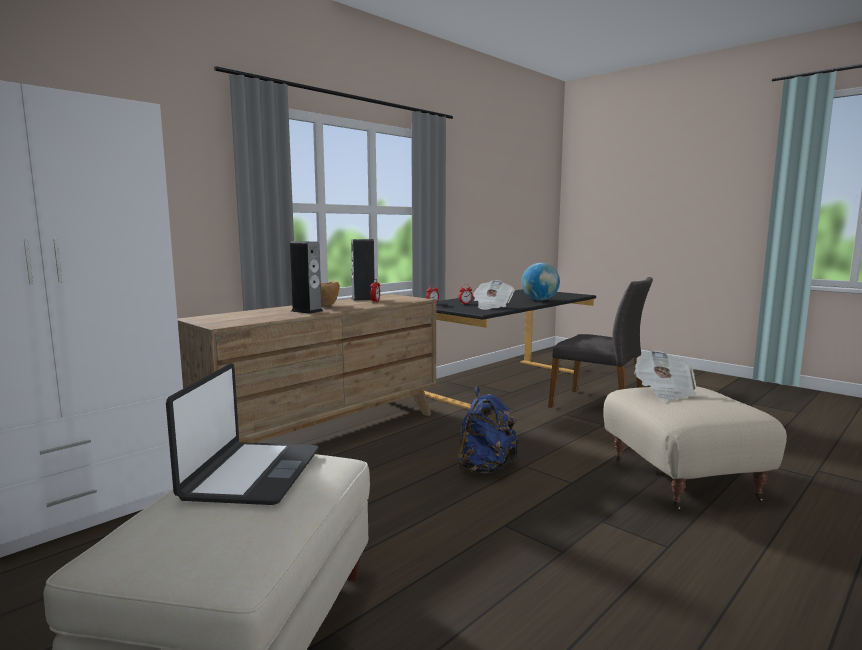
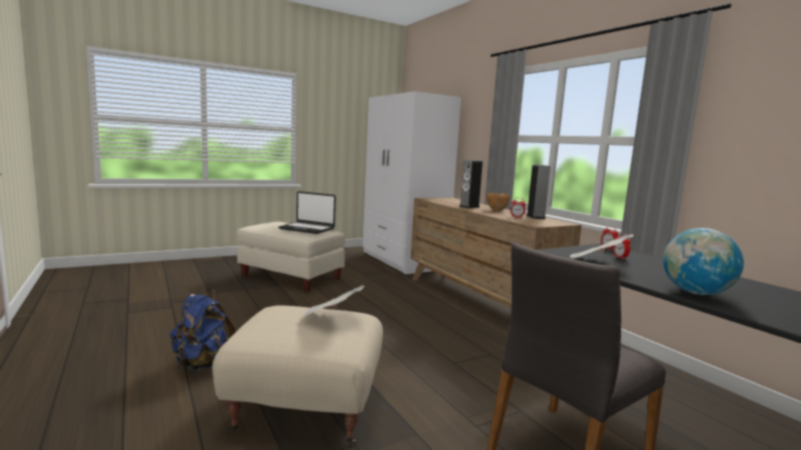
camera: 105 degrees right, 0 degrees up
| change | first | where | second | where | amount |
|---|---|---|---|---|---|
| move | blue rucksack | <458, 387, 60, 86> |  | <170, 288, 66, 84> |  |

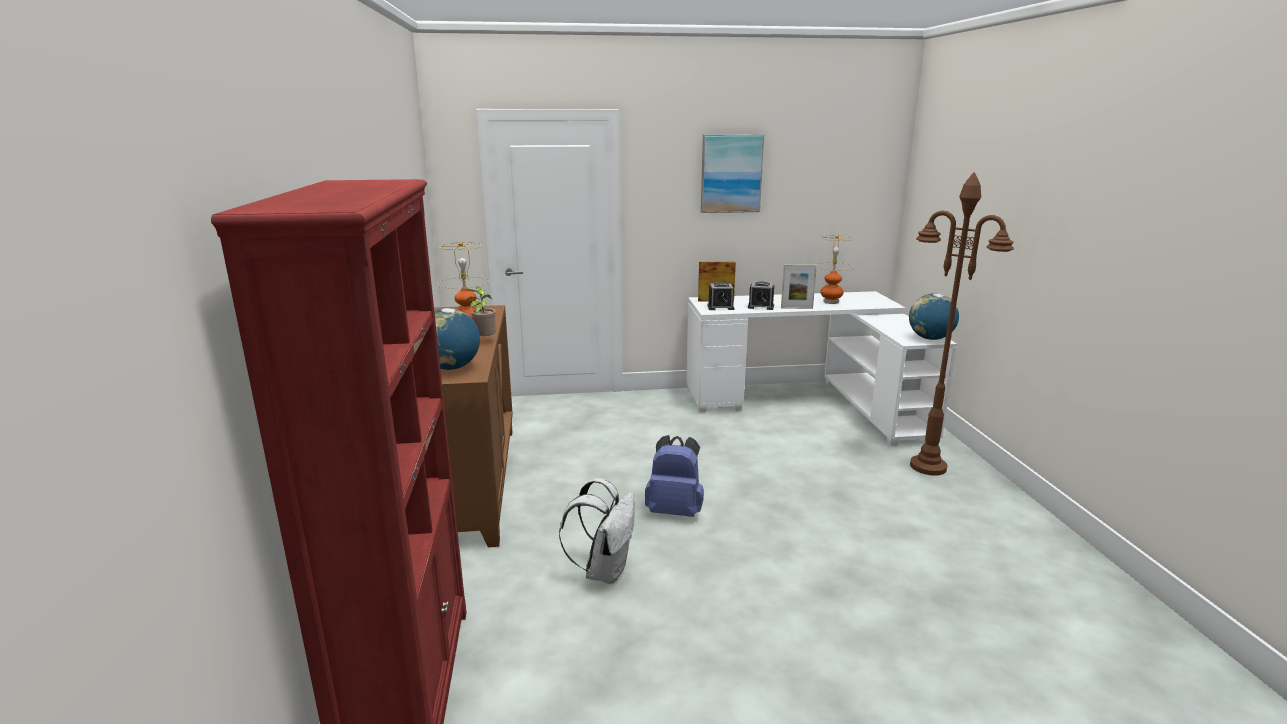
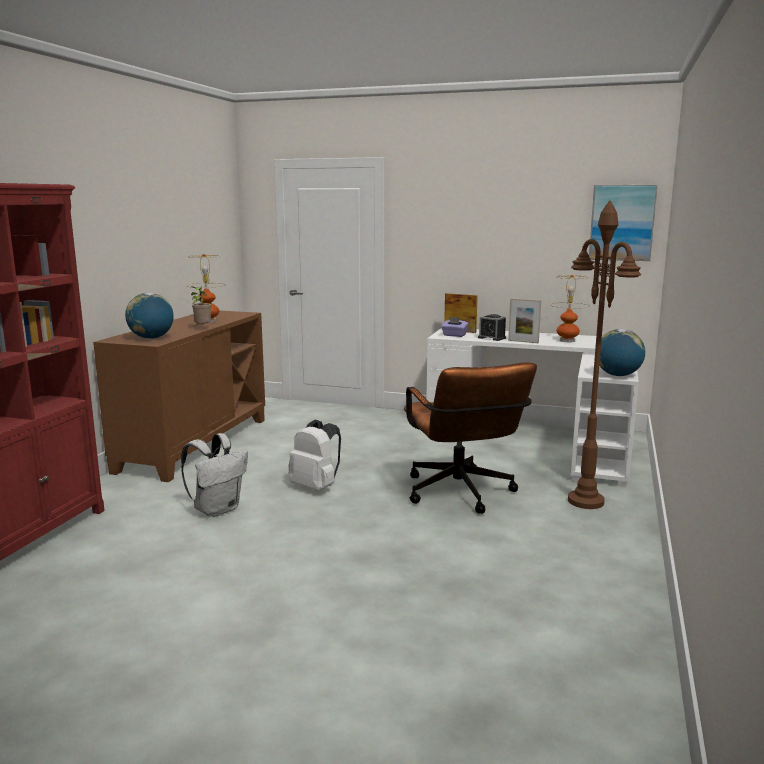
camera: 25 degrees right, 5 degrees down
| change | first | where | second | where | amount |
|---|---|---|---|---|---|
| recolor | blue rucksack | <645, 435, 59, 82> | white rucksack | <288, 420, 53, 71> |  |
| move | picture | <701, 134, 63, 79> |  | <589, 184, 69, 77> |  |
| replace | table clock | <707, 282, 27, 28> | purplish box of tissues | <441, 317, 28, 20> |  |
| insert |  |  | brown desk chair | <404, 363, 133, 151> |  |

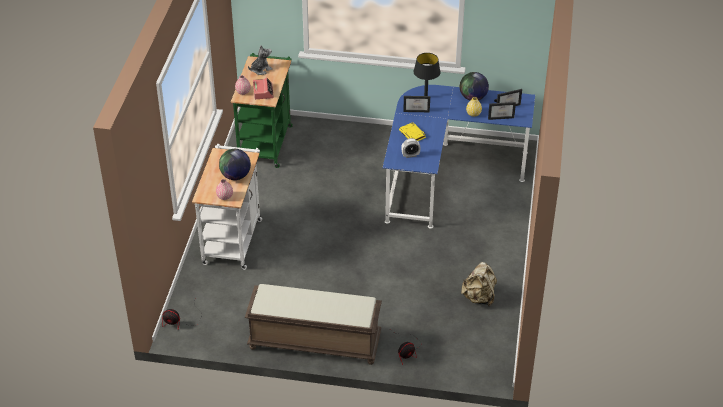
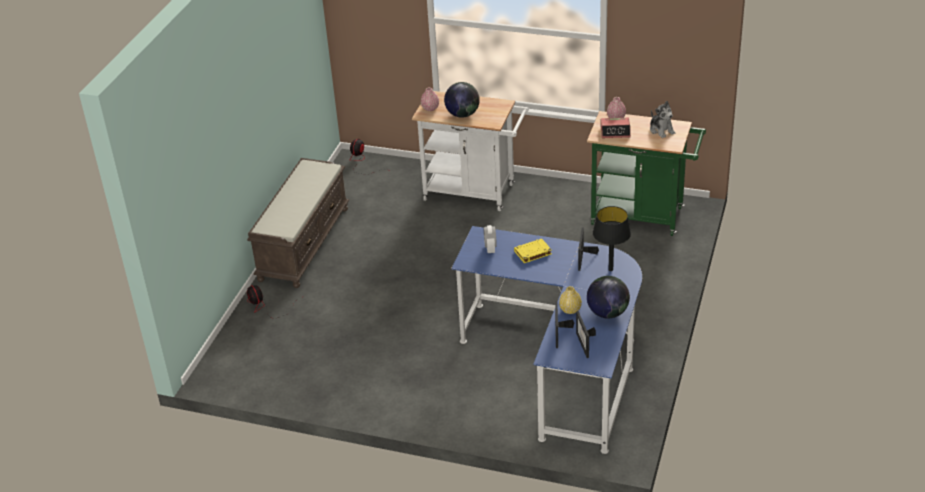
camera: 100 degrees right, 5 degrees down
| change | first | where | second | where | amount |
|---|---|---|---|---|---|
| delete | beige-coloured rucksack | <461, 262, 36, 44> |  |  |  |

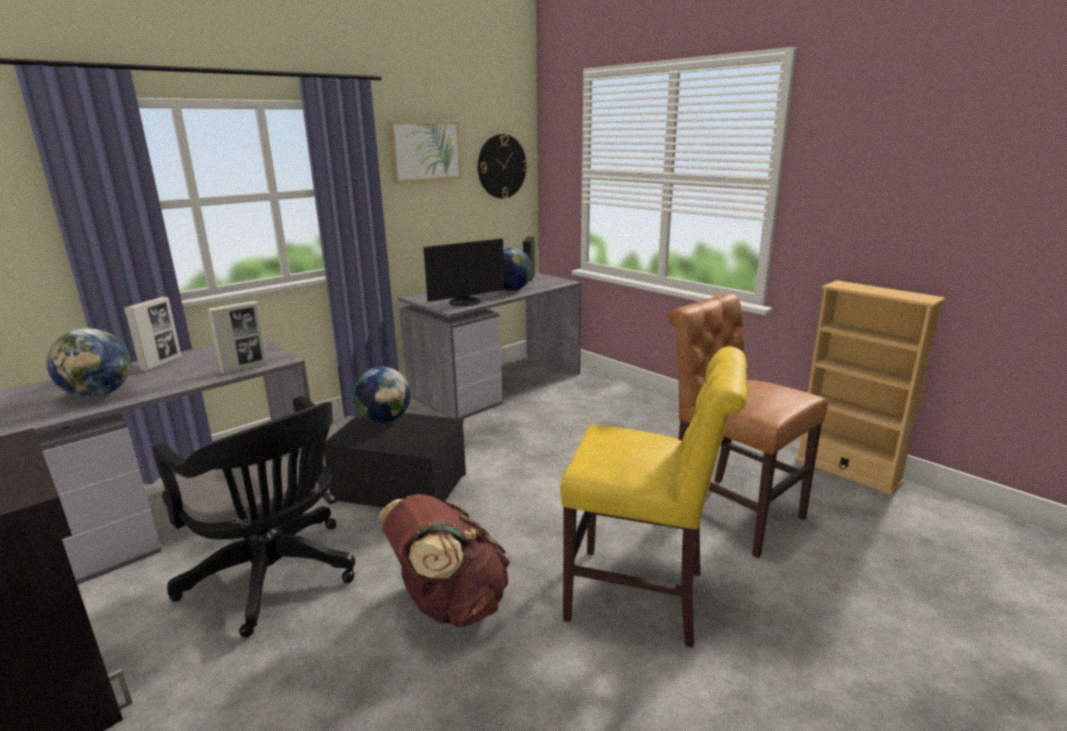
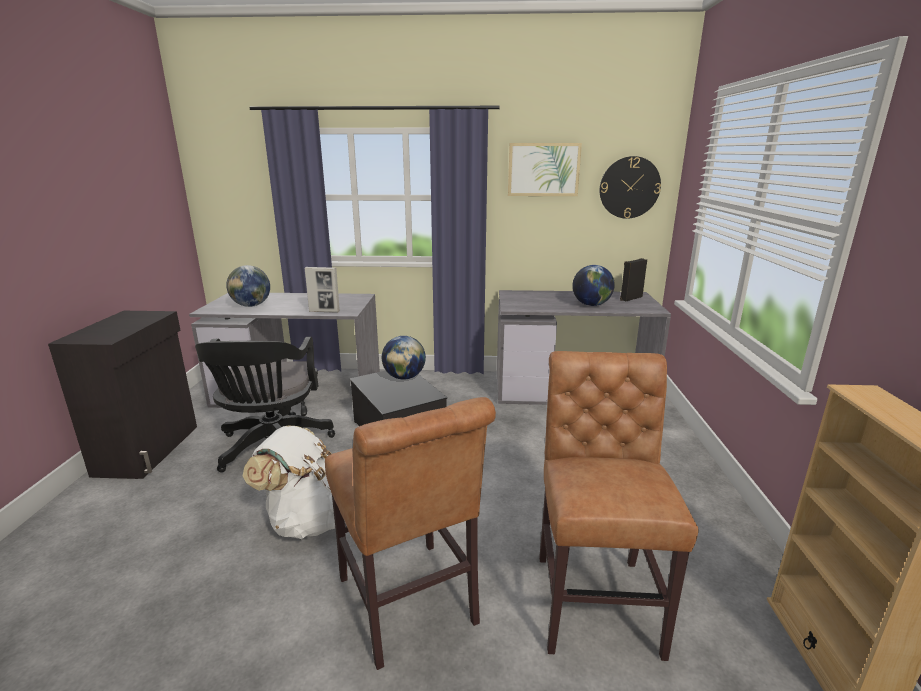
camera: 45 degrees right, 0 degrees up
| change | first | where | second | where | amount |
|---|---|---|---|---|---|
| delete | photo frame | <124, 297, 58, 74> |  |  |  |
| recolor | brown rucksack | <379, 494, 131, 133> | white rucksack | <243, 425, 92, 114> |  |
| delete | computer screen | <423, 238, 82, 68> |  |  |  |
| recolor | yellow-coloured chair | <560, 346, 187, 302> | brown chair | <325, 397, 171, 273> |  |

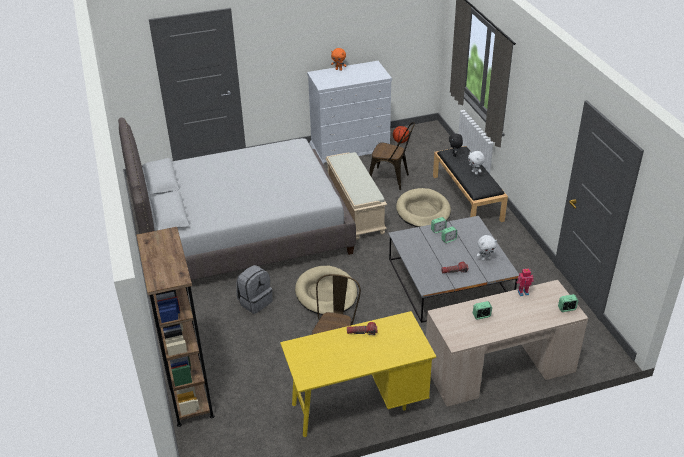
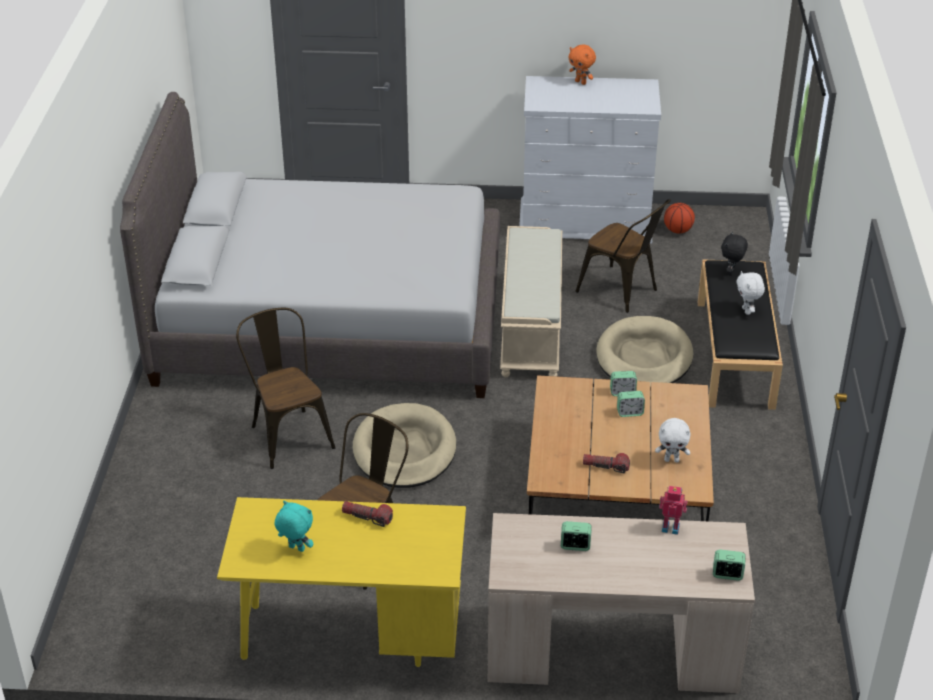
camera: 20 degrees right, 0 degrees up
| change | first | where | second | where | amount |
|---|---|---|---|---|---|
| delete | brown bookshelf | <136, 227, 79, 200> |  |  |  |
| replace | gray rucksack | <236, 265, 36, 49> | brown chair | <236, 308, 99, 161> |  |
| recolor | gray coffee table | <388, 216, 131, 107> | brown coffee table | <527, 375, 187, 146> |  |
| insert |  |  | blue-green cuddly toy | <275, 501, 39, 51> |  |

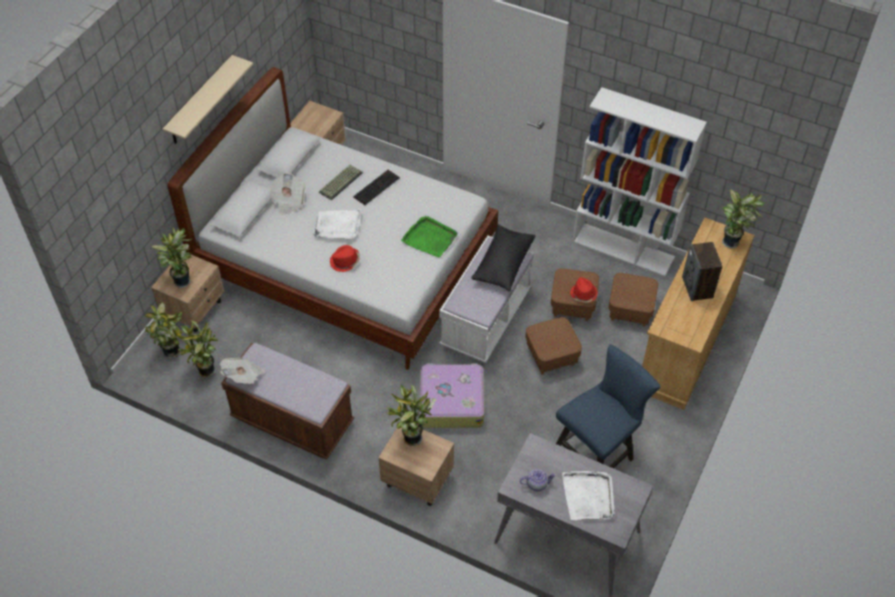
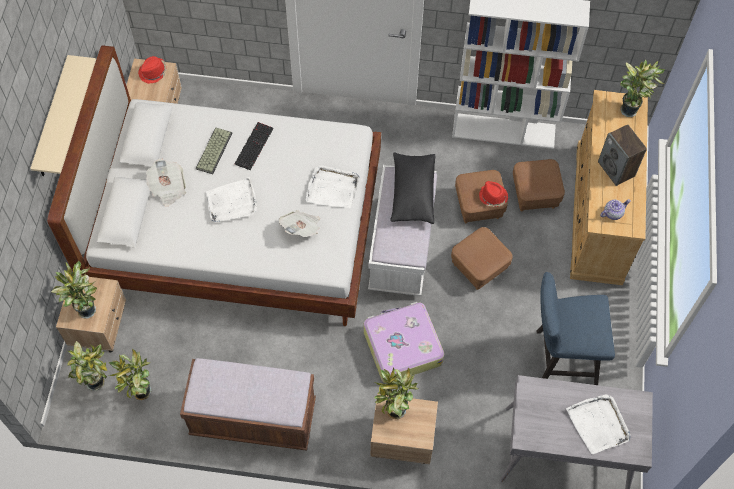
camera: 20 degrees left, 10 degrees up
| change | first | where | second | where | amount |
|---|---|---|---|---|---|
| move | daily paper | <220, 358, 45, 26> |  | <279, 210, 41, 27> |  |
| move | red wearable hat | <330, 245, 30, 27> |  | <138, 56, 28, 28> |  |
| recolor | green serving tray | <401, 216, 57, 41> | white serving tray | <305, 165, 55, 43> |  |
| move | tea pot | <520, 469, 36, 22> |  | <600, 199, 31, 21> |  |
| rotate | blue chair | <556, 344, 105, 125> |  | <537, 272, 78, 113> | 120 degrees counterclockwise |

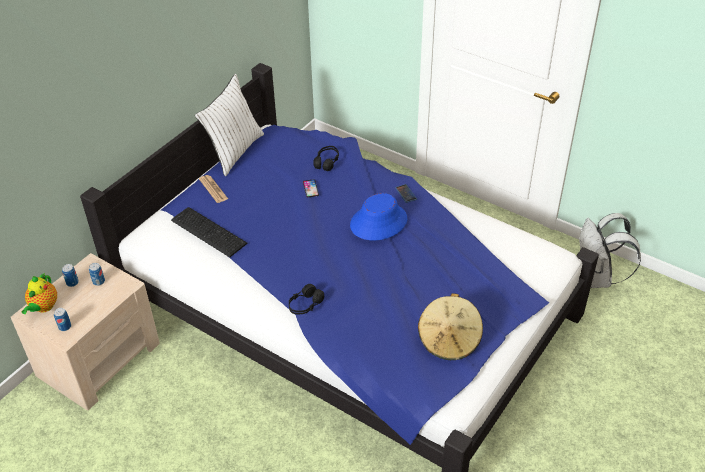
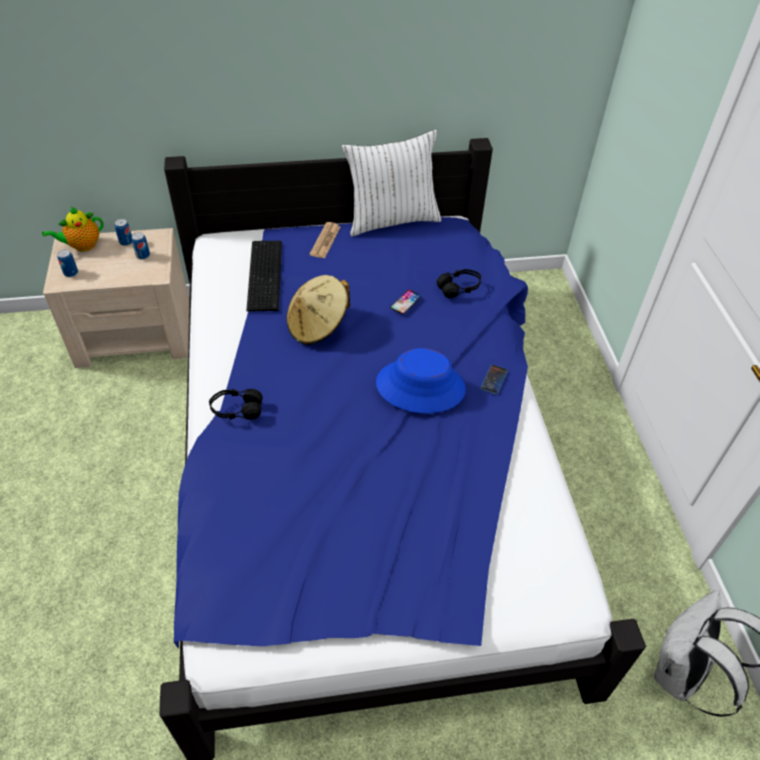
camera: 45 degrees right, 5 degrees up
| change | first | where | second | where | amount |
|---|---|---|---|---|---|
| move | beige-coloured wearable hat | <418, 293, 65, 67> |  | <286, 275, 64, 70> |  |

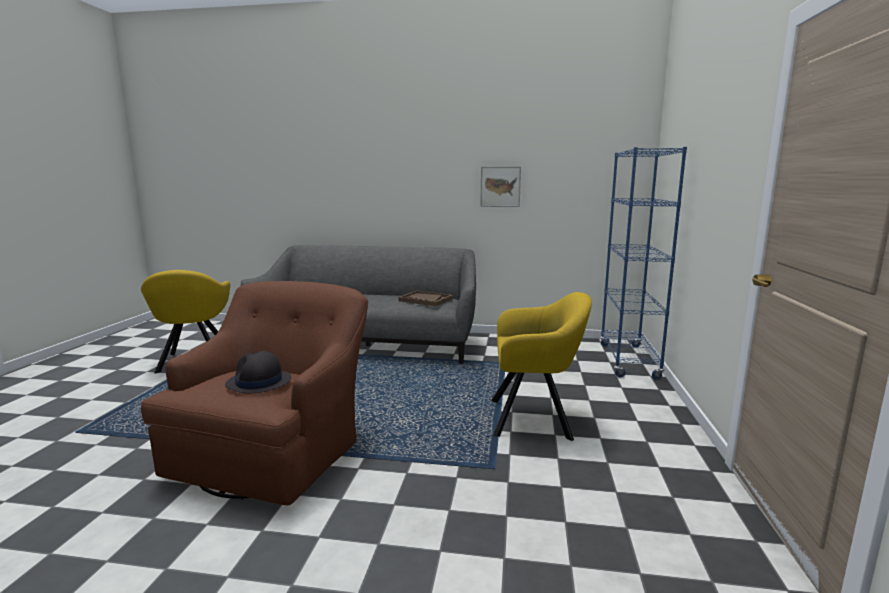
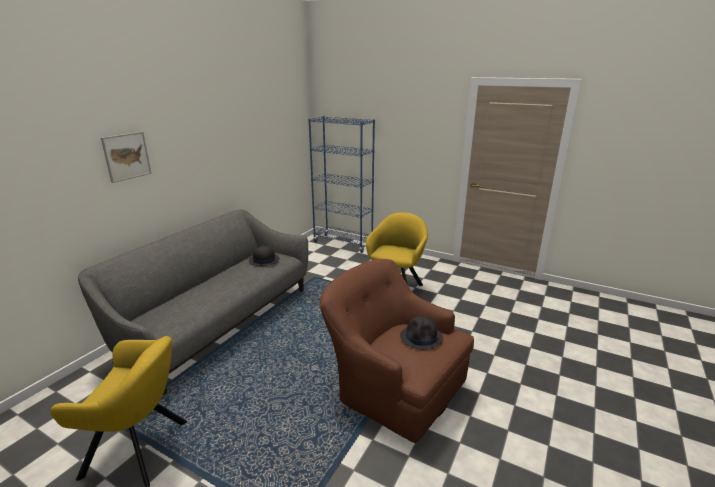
camera: 70 degrees left, 10 degrees up
| change | first | where | second | where | amount |
|---|---|---|---|---|---|
| replace | brown serving tray | <398, 291, 55, 15> | black-coloured wearable hat | <249, 245, 31, 21> |  |
| move | picture | <480, 166, 41, 41> |  | <101, 132, 51, 51> |  |

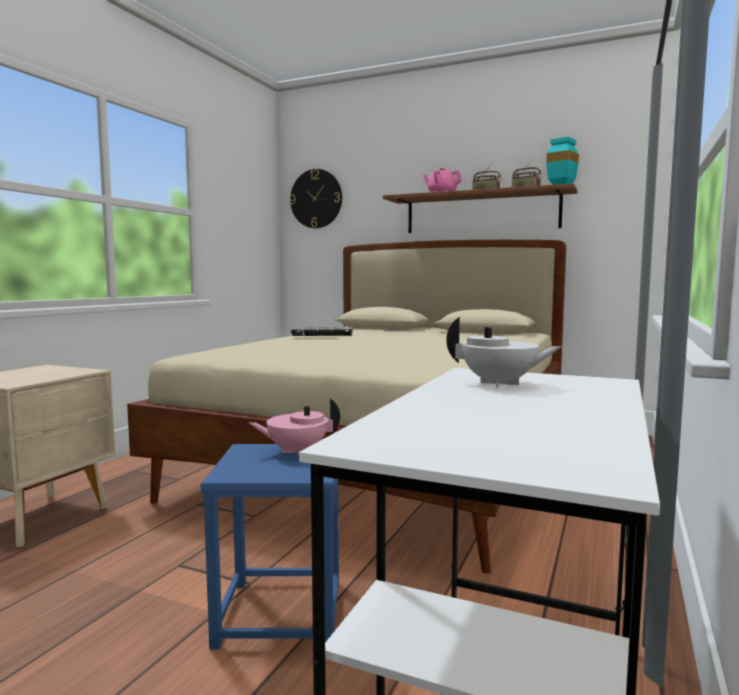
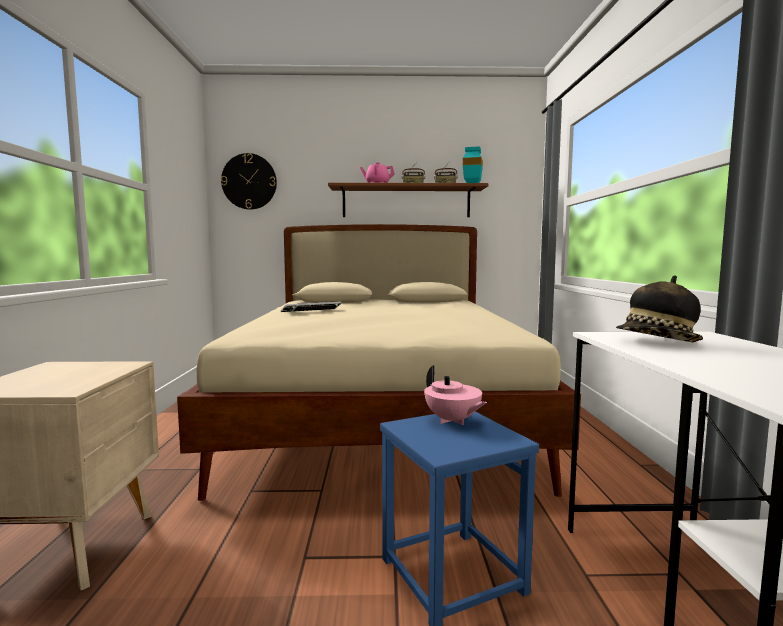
camera: 25 degrees left, 0 degrees up
| change | first | where | second | where | amount |
|---|---|---|---|---|---|
| rotate | pink tea pot | <249, 398, 91, 58> |  | <424, 365, 63, 60> | 90 degrees counterclockwise |
| replace | white tea pot | <446, 317, 116, 71> | wearable hat | <616, 275, 87, 67> |  |

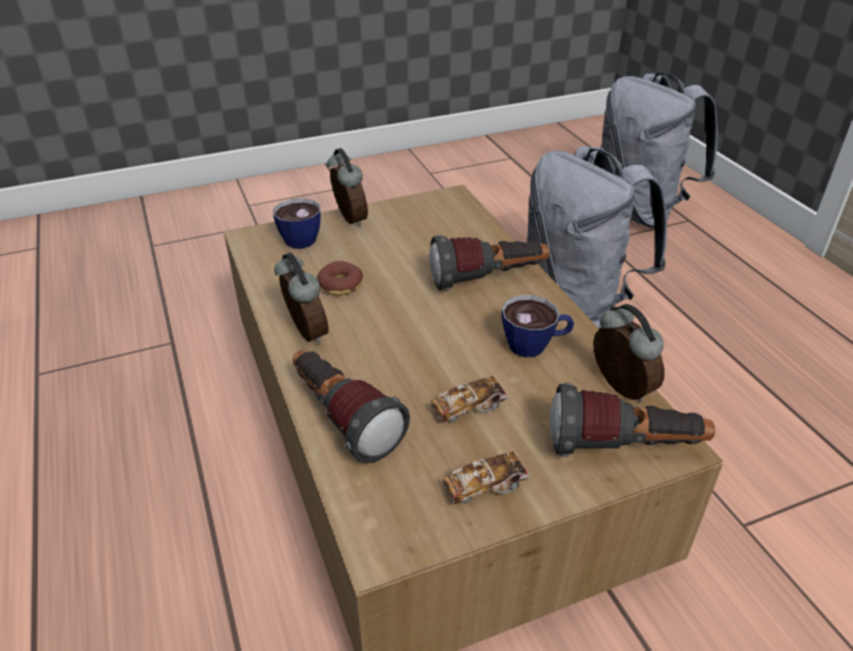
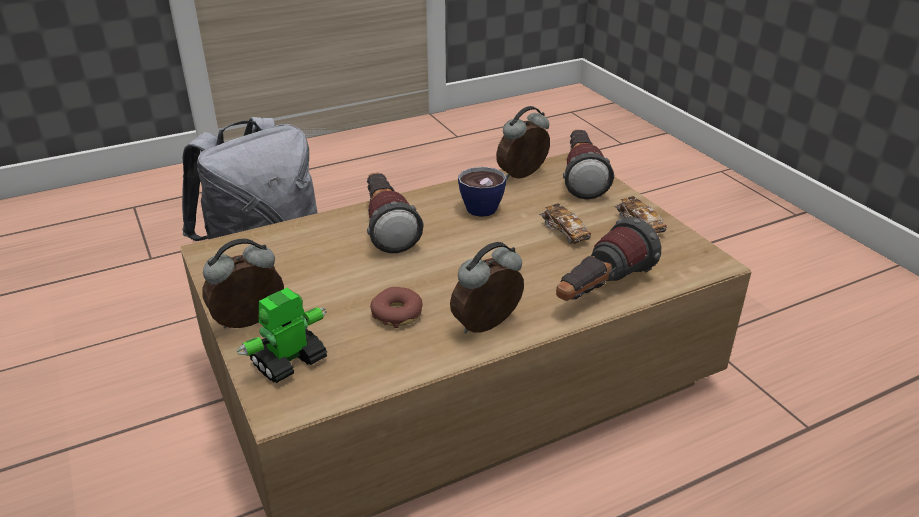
camera: 95 degrees left, 5 degrees down
| change | first | where | second | where | amount |
|---|---|---|---|---|---|
| replace | cup | <273, 198, 48, 51> | toy robot | <237, 288, 90, 95> |  |
| delete | gray rucksack | <601, 72, 117, 156> |  |  |  |

